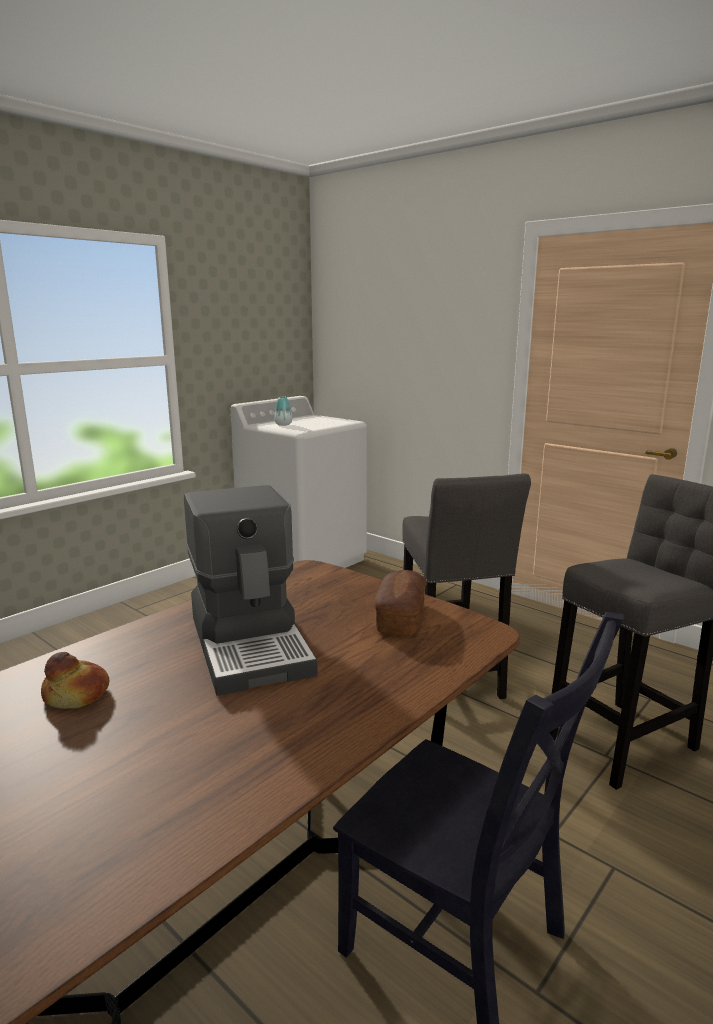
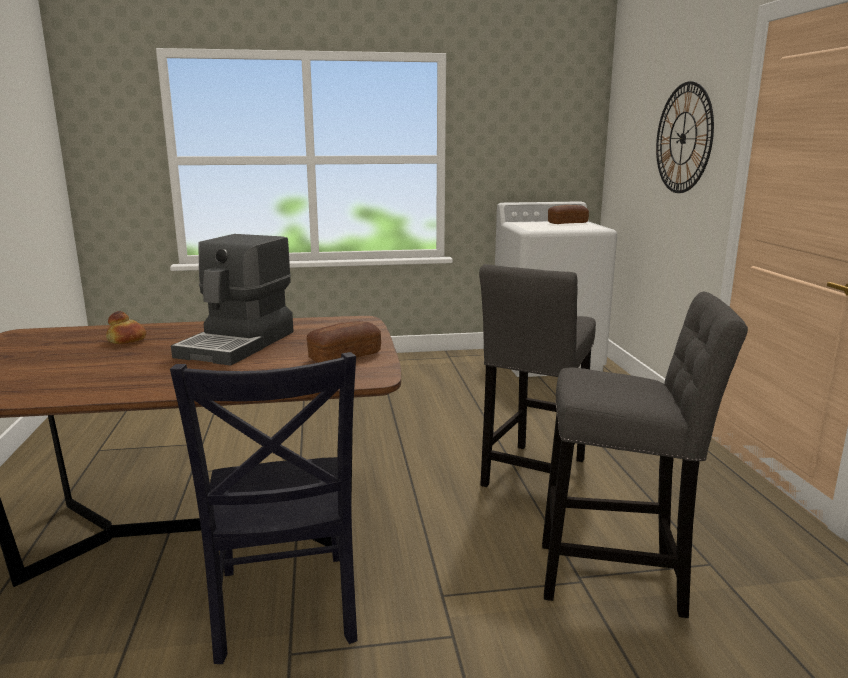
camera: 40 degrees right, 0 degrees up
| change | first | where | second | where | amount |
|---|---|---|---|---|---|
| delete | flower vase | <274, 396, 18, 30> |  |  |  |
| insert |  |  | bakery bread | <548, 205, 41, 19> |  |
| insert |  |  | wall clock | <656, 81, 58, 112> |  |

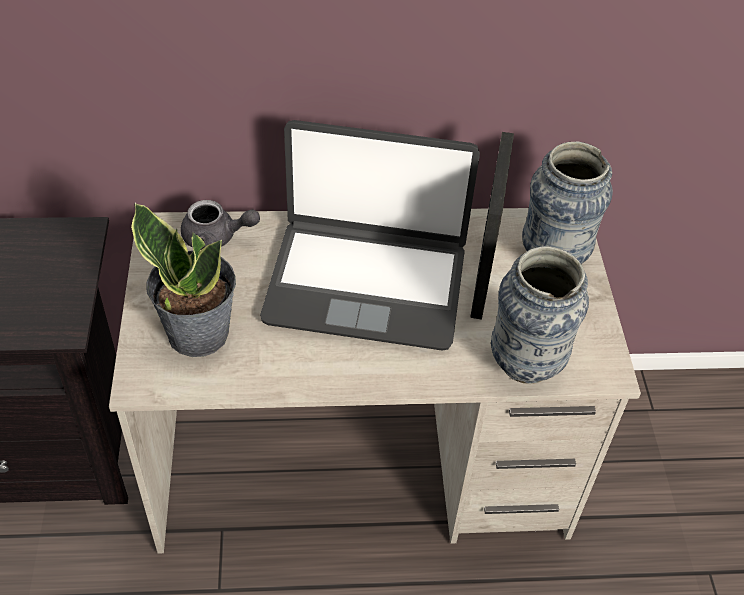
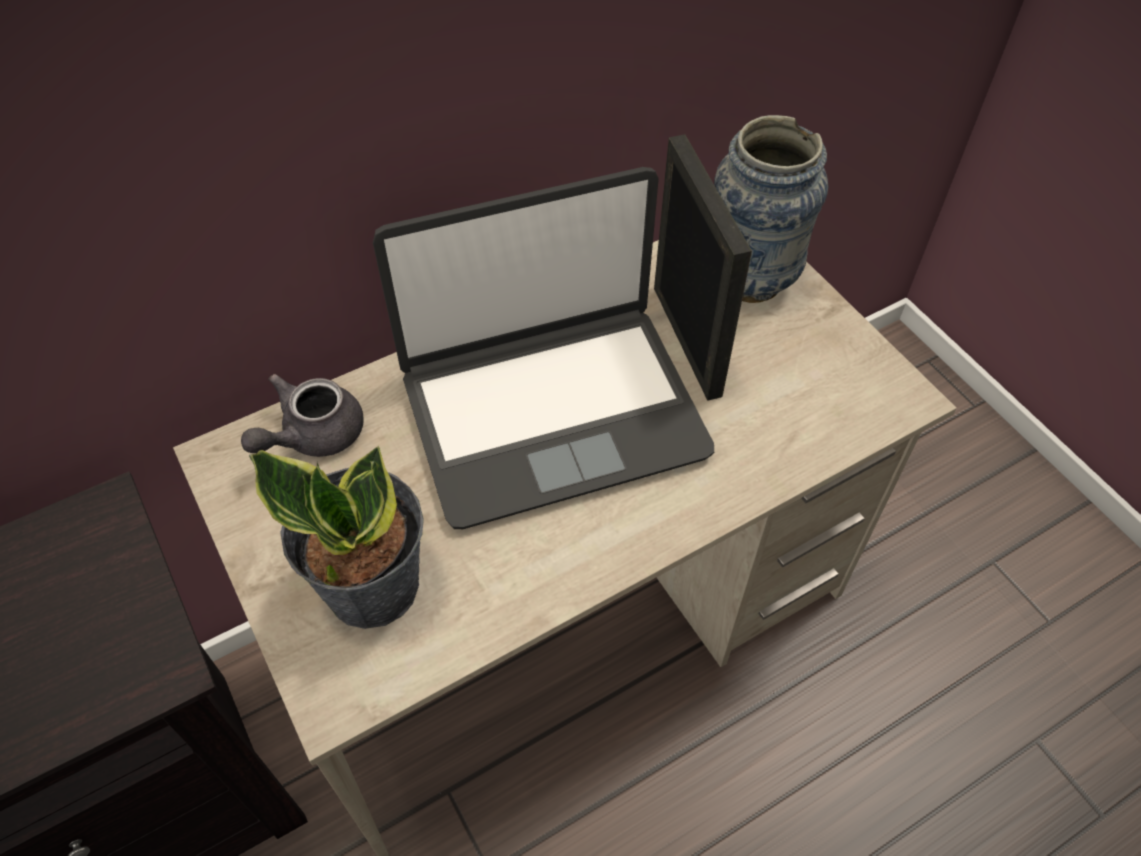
camera: 25 degrees left, 5 degrees up
| change | first | where | second | where | amount |
|---|---|---|---|---|---|
| rotate | gray tea pot | <181, 200, 79, 50> |  | <241, 374, 123, 83> | 150 degrees clockwise |
| delete | flower vase | <491, 246, 98, 138> |  |  |  |

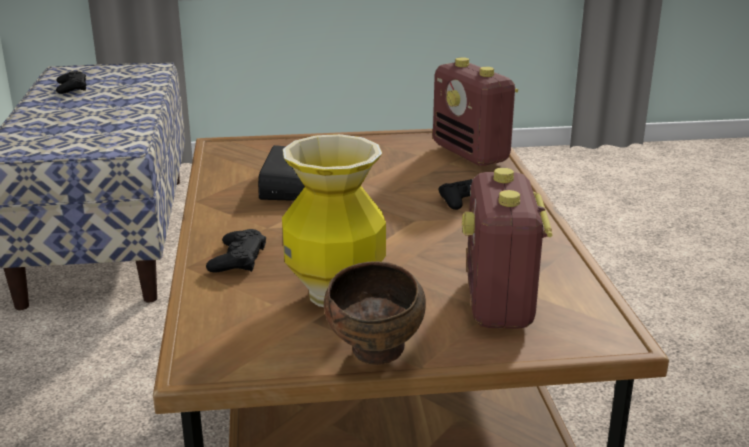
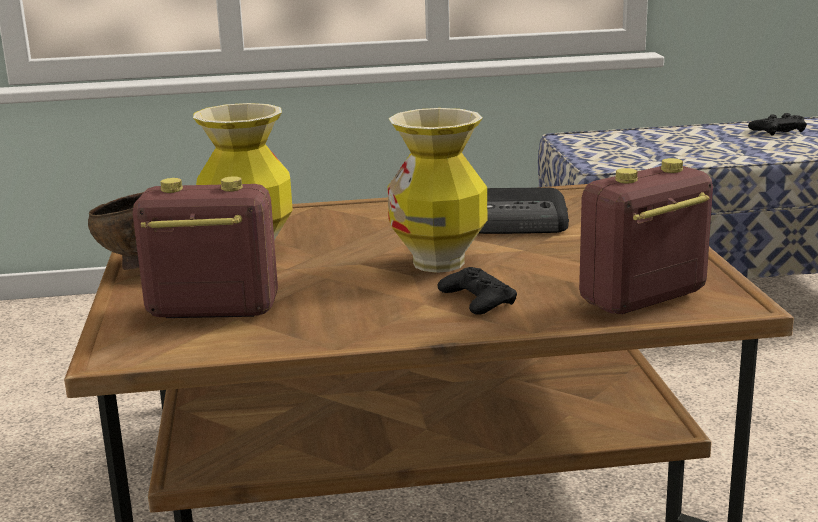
camera: 90 degrees right, 5 degrees down
| change | first | where | second | where | amount |
|---|---|---|---|---|---|
| delete | black-coloured gamepad | <206, 229, 60, 43> |  |  |  |
| insert |  |  | flower vase | <387, 108, 100, 165> |  |

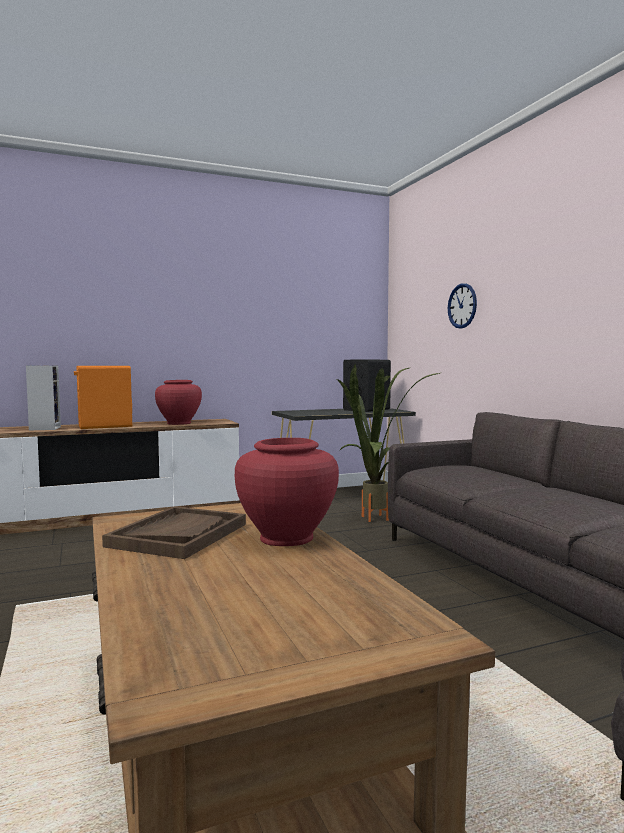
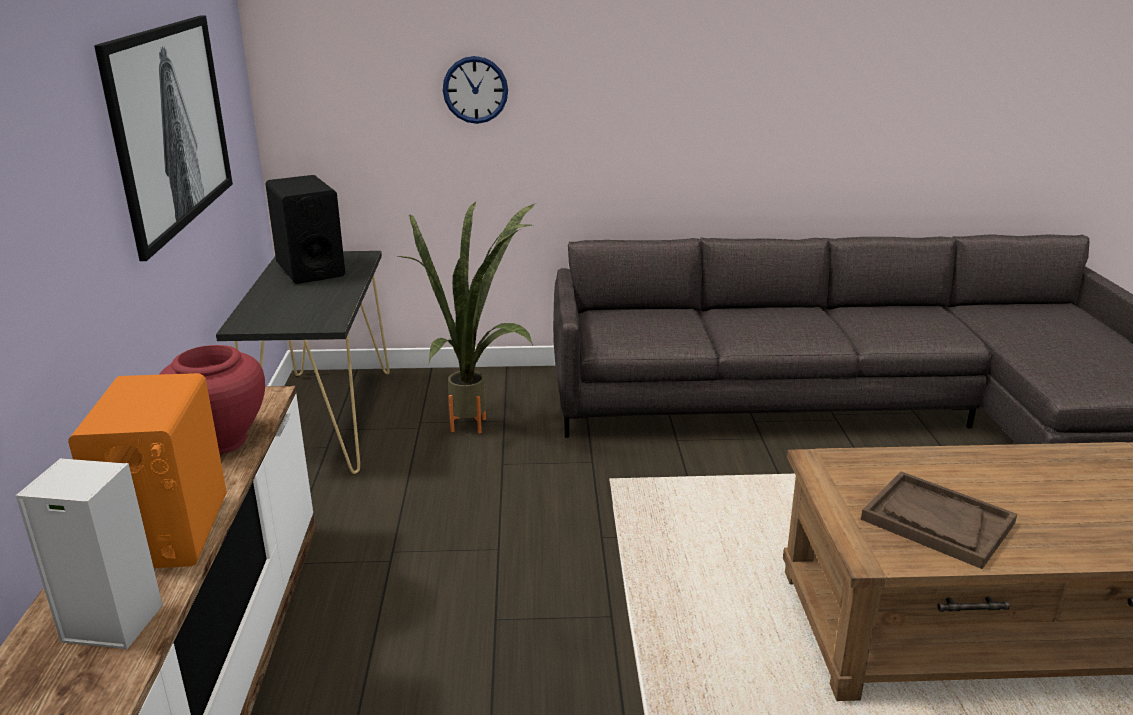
camera: 70 degrees left, 20 degrees up
| change | first | where | second | where | amount |
|---|---|---|---|---|---|
| delete | red flower vase | <235, 438, 104, 108> |  |  |  |
| insert |  |  | picture | <94, 16, 139, 245> |  |

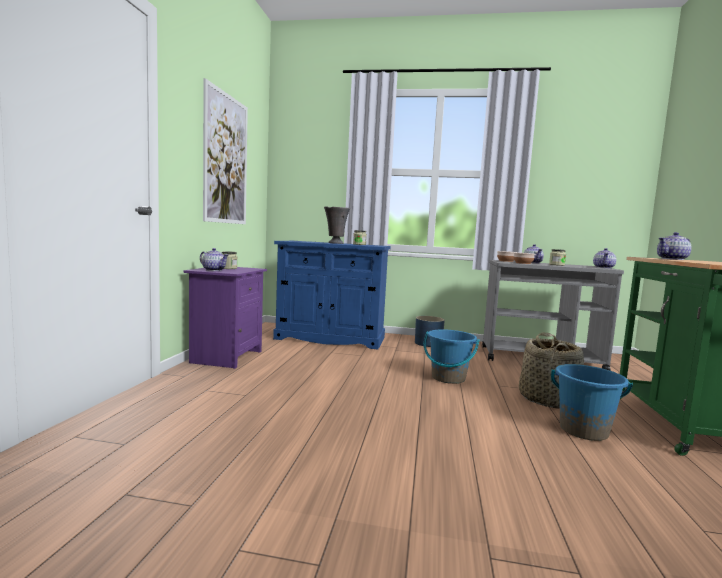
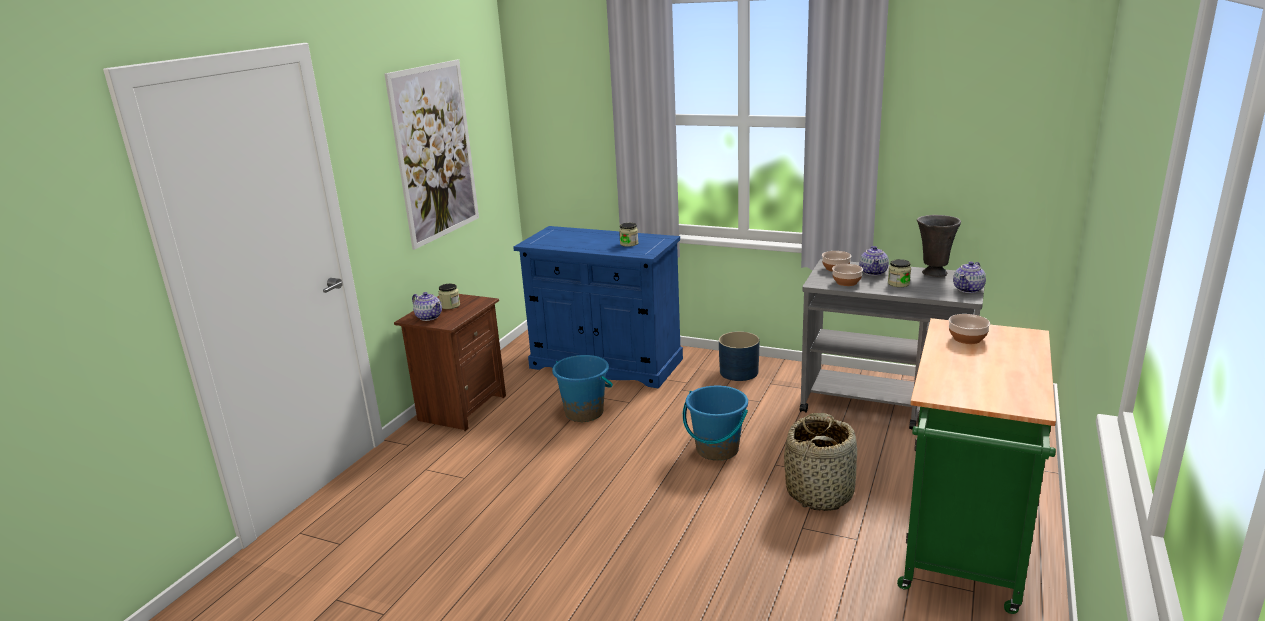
camera: 15 degrees right, 15 degrees up
| change | first | where | second | where | amount |
|---|---|---|---|---|---|
| recolor | purplish bedside table | <183, 267, 84, 102> | brown bedside table | <394, 294, 112, 137> |  |
| move | gray flower vase | <324, 206, 26, 38> |  | <917, 215, 44, 62> |  |
| move | blue pail | <551, 364, 82, 77> |  | <552, 355, 61, 67> |  |
| replace | tea pot | <657, 232, 35, 28> | serving bowl | <949, 314, 41, 30> |  |

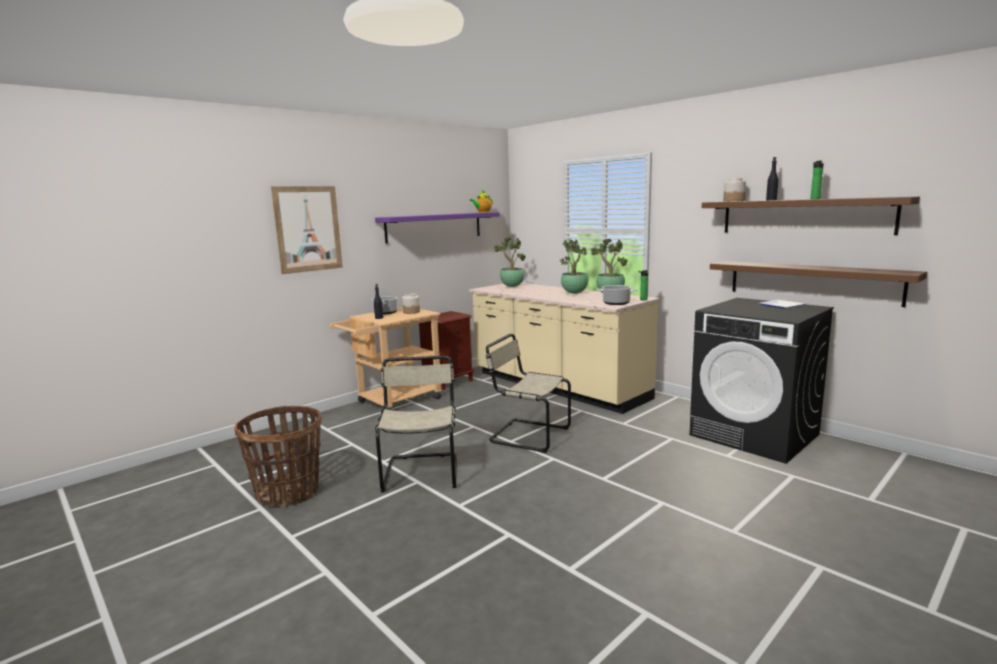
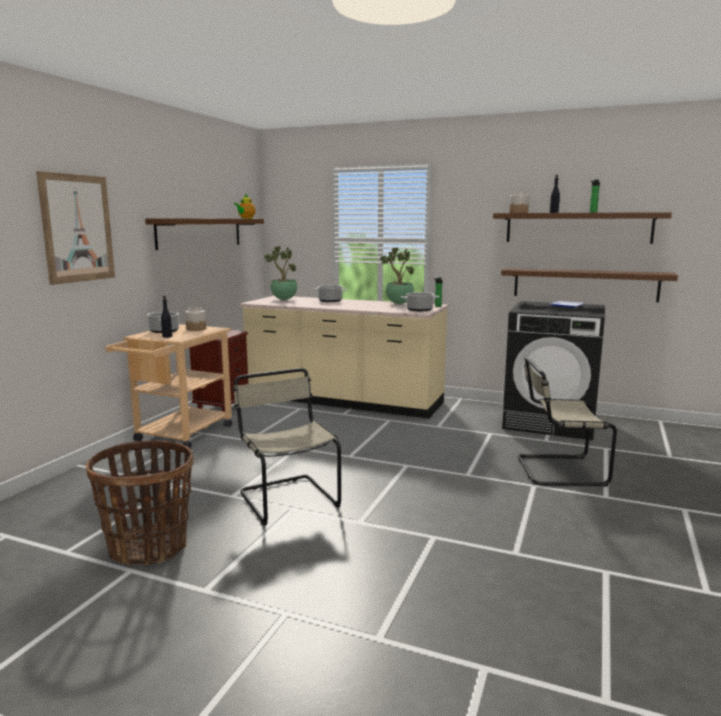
camera: 25 degrees left, 0 degrees up
| change | first | where | second | where | amount |
|---|---|---|---|---|---|
| recolor | purplish wall shelf | <375, 212, 125, 32> | brown wall shelf | <145, 218, 119, 32> |  |
| move | beige-coloured chair | <486, 334, 85, 119> |  | <518, 356, 99, 131> |  |
| delete | plant in a pot | <560, 239, 28, 55> |  |  |  |
| insert |  |  | saucepot | <313, 285, 34, 17> |  |

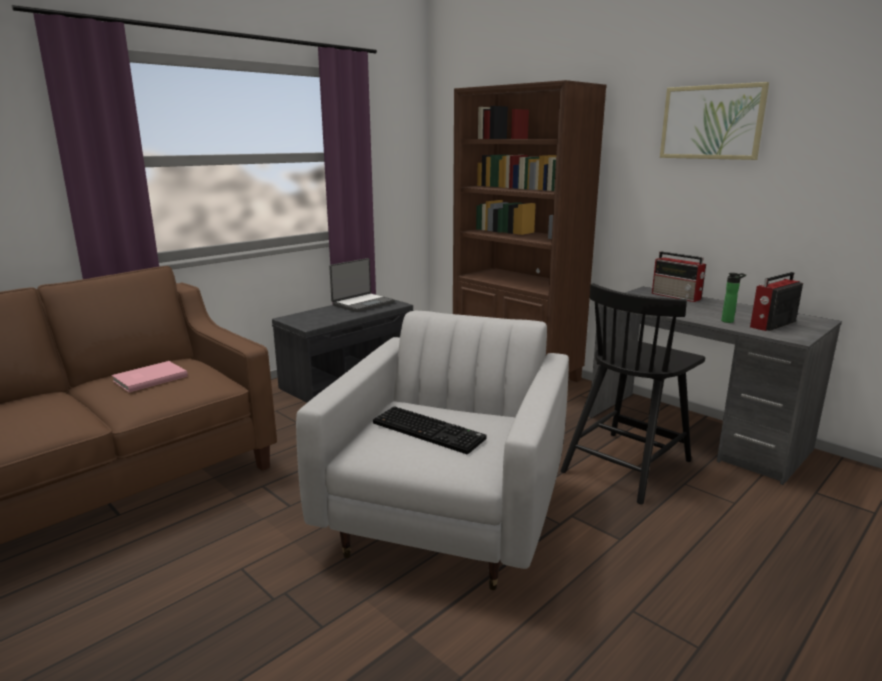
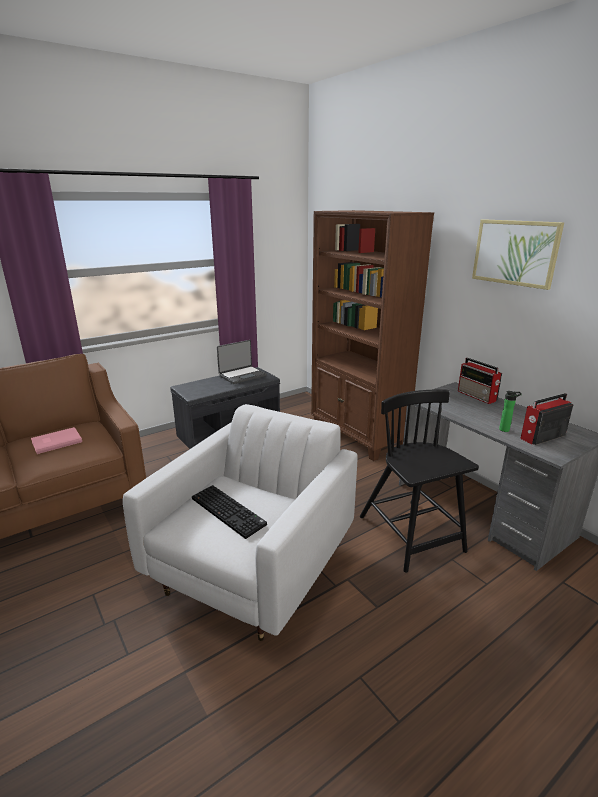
camera: 10 degrees right, 5 degrees up
| change | first | where | second | where | amount |
|---|---|---|---|---|---|
| rotate | black-coloured chair | <560, 283, 145, 221> |  | <360, 389, 119, 184> | 105 degrees clockwise |

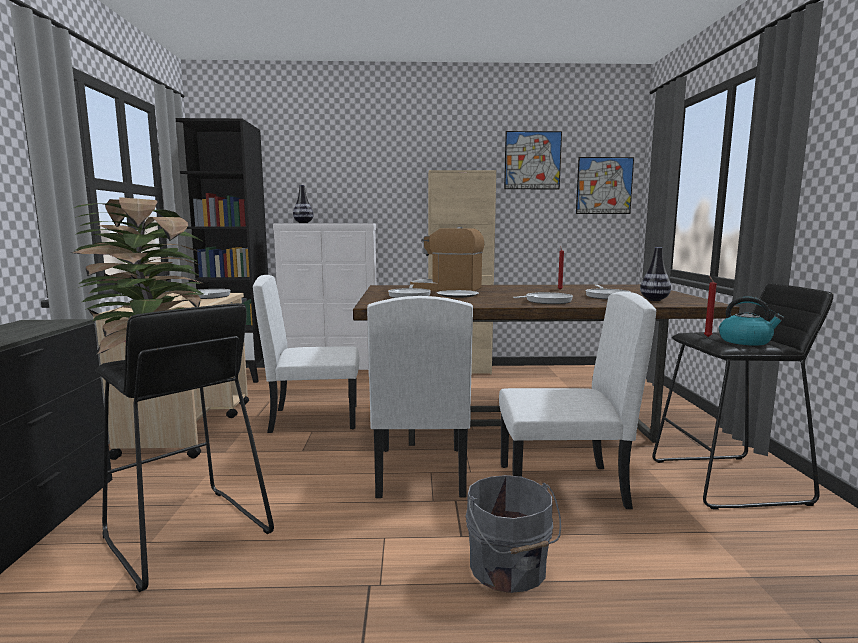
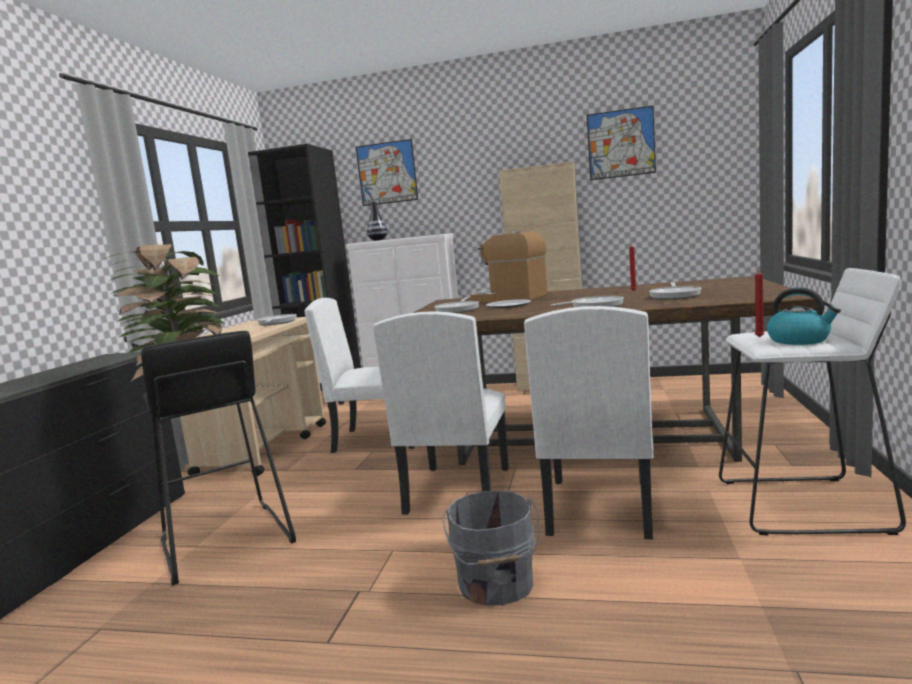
camera: 15 degrees right, 0 degrees up
| change | first | where | second | where | amount |
|---|---|---|---|---|---|
| rotate | white chair | <499, 292, 157, 217> |  | <524, 306, 129, 233> | 90 degrees clockwise |
| move | picture | <576, 157, 58, 57> |  | <356, 139, 62, 67> |  |
| delete | flower vase | <640, 247, 31, 54> |  |  |  |
| recolor | black-coloured stool seat | <652, 283, 182, 227> | white stool seat | <719, 268, 187, 268> |  |

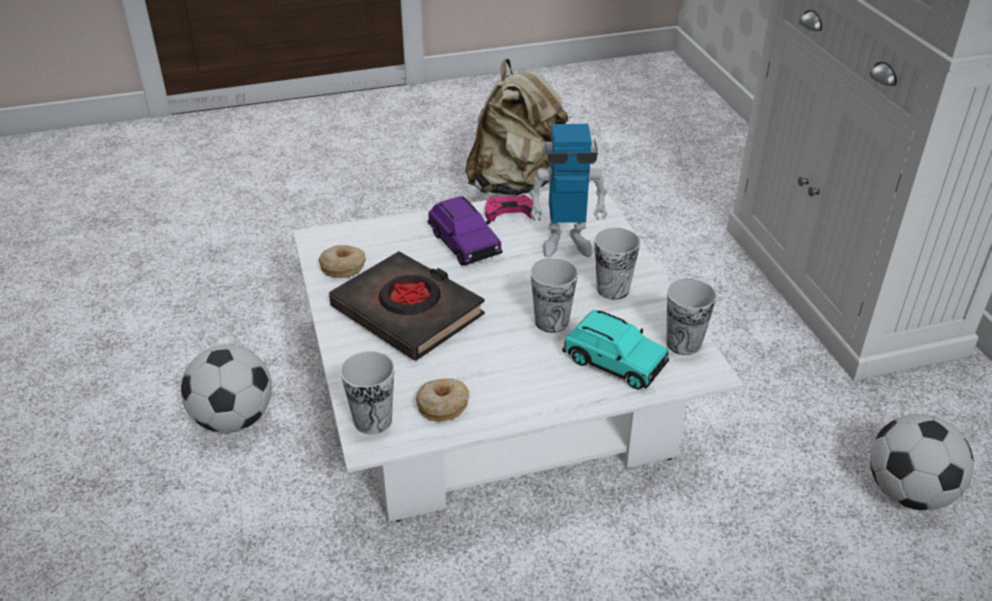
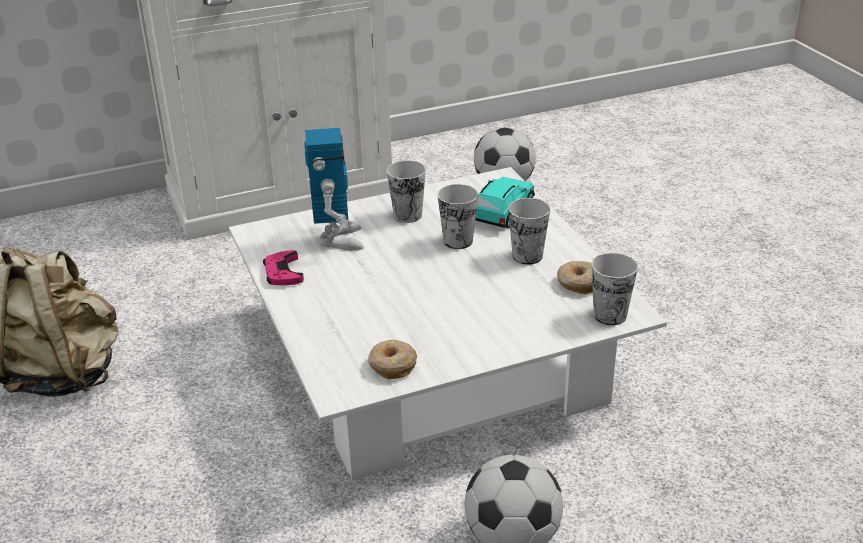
camera: 95 degrees left, 5 degrees down
| change | first | where | second | where | amount |
|---|---|---|---|---|---|
| delete | black-coloured book | <329, 251, 156, 110> |  |  |  |
| delete | purplish toy car | <427, 196, 76, 70> |  |  |  |
| move | cup | <667, 278, 50, 77> |  | <508, 198, 42, 67> |  |

